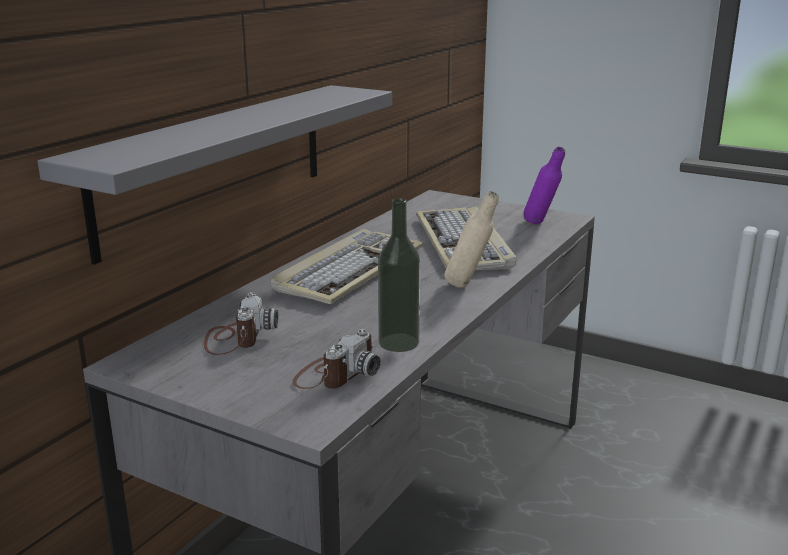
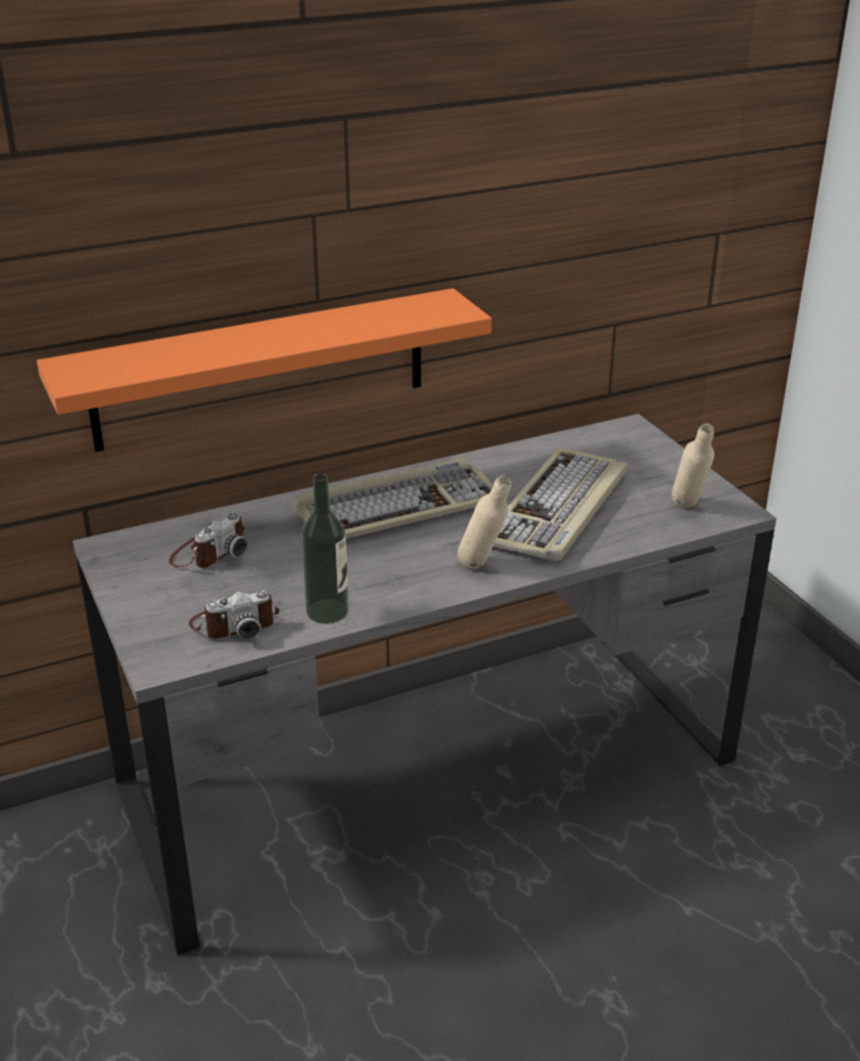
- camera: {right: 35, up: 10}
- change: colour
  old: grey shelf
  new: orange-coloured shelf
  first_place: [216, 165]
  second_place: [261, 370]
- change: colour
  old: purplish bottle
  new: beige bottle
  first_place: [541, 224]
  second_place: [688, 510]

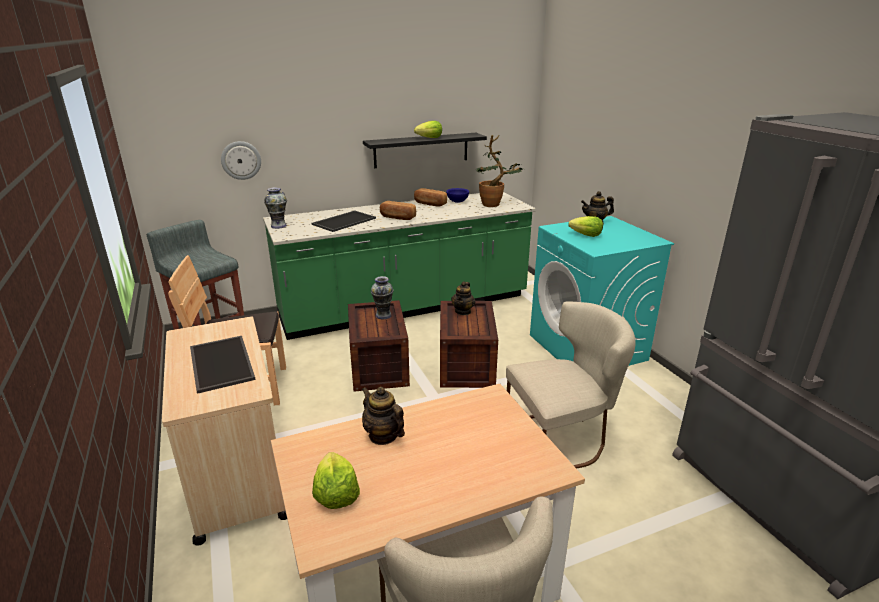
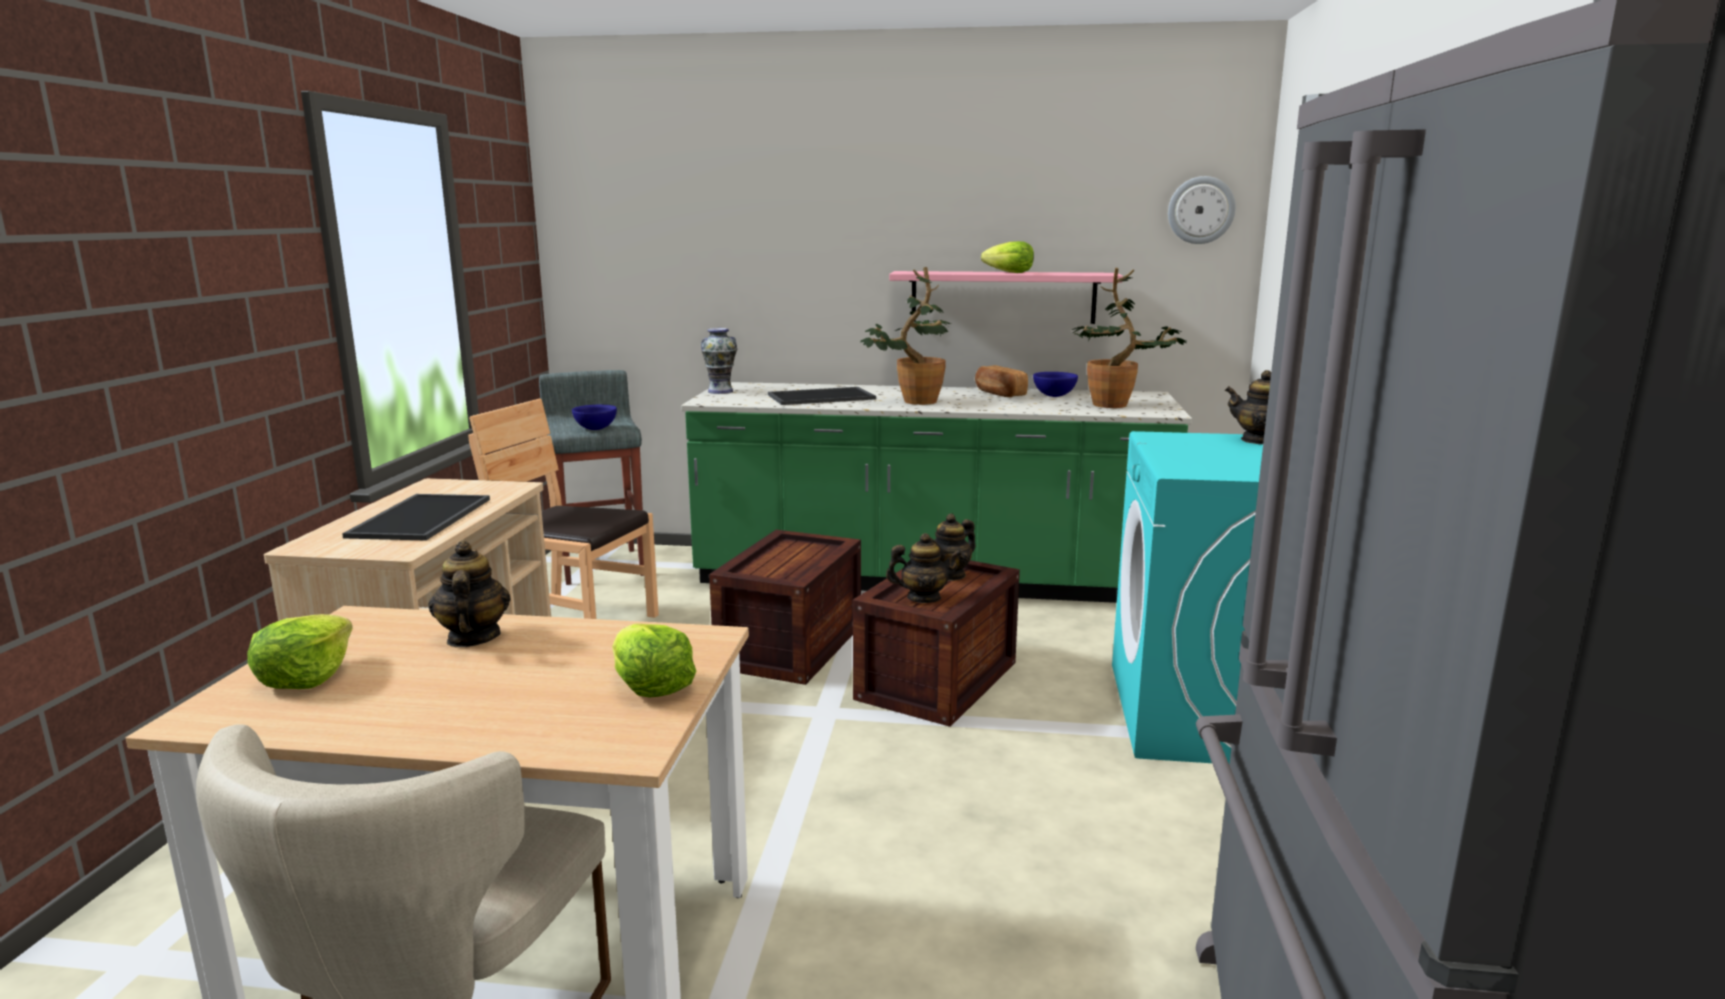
- camera: {right: 30, up: -10}
- change: appeared
  new: blue deep dish
  second_place: [595, 429]
- change: relocated
  old: lettuce
  first_place: [586, 235]
  second_place: [651, 686]
- change: exchanged
  old: bread
  new: plant in a pot
  first_place: [397, 217]
  second_place: [912, 402]
- change: appeared
  new: pot for tea
  second_place: [923, 598]
- change: colour
  old: blackish shelf
  new: pink-coloured shelf
  first_place: [421, 150]
  second_place: [1003, 297]
- change: relocated
  old: hanging clock
  first_place: [241, 160]
  second_place: [1201, 210]
- change: missing
  old: decorative vase
  first_place: [383, 315]
- change: missing
  old: beige chair
  first_place: [562, 439]

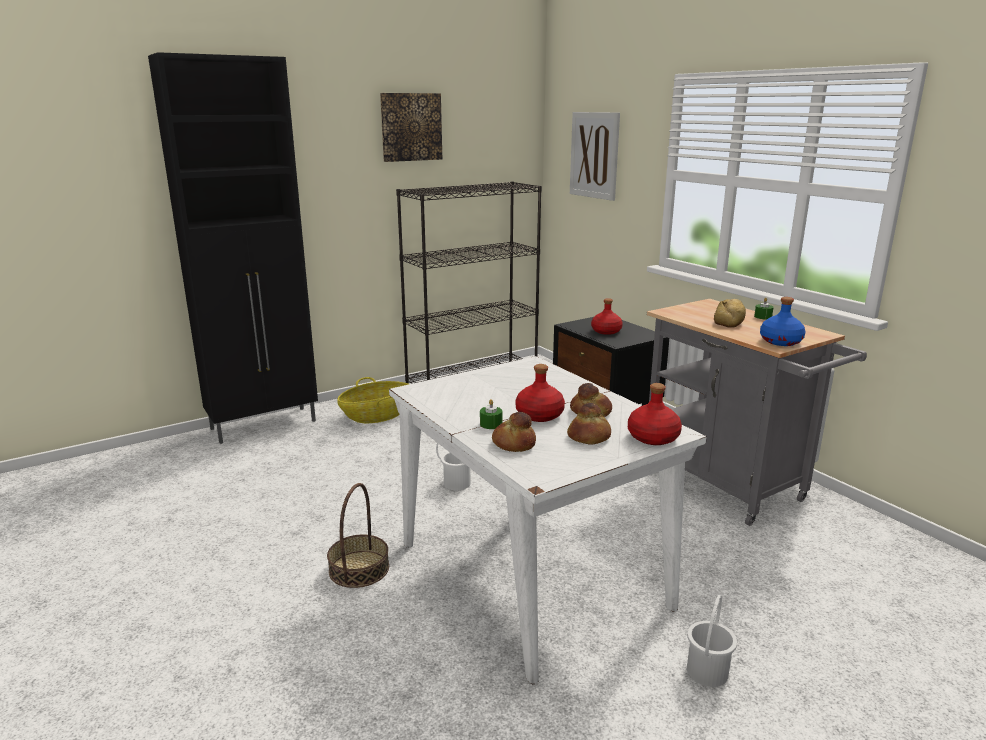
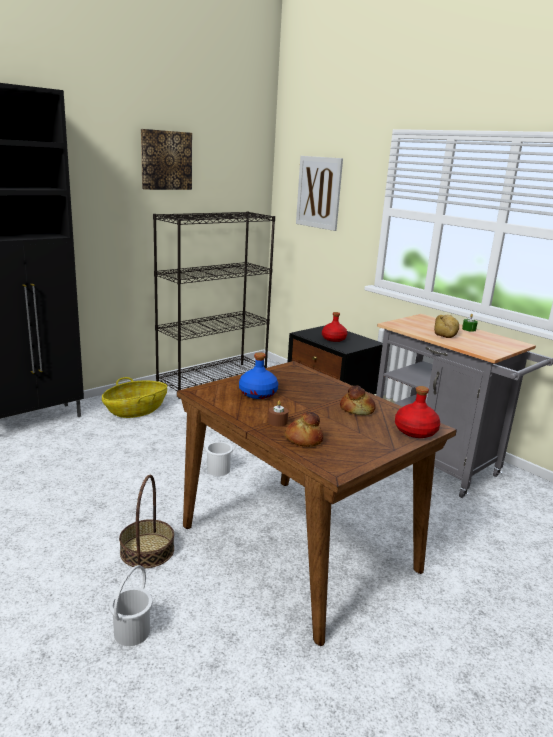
- camera: {right: -10, up: 0}
- change: relocated
  old: white-coloured bucket
  first_place: [708, 671]
  second_place: [132, 632]
- change: colour
  old: white-coloured kitchen table
  new: brownish kitchen table
  first_place: [532, 575]
  second_place: [299, 548]
- change: relocated
  old: blue bottle
  first_place: [781, 341]
  second_place: [258, 394]
- change: colour
  old: green wax candle
  new: brownish wax candle
  first_place: [491, 424]
  second_place: [277, 422]
- change: missing
  old: red-coloured bottle
  first_place: [540, 415]
- change: missing
  old: bread
  first_place: [589, 437]

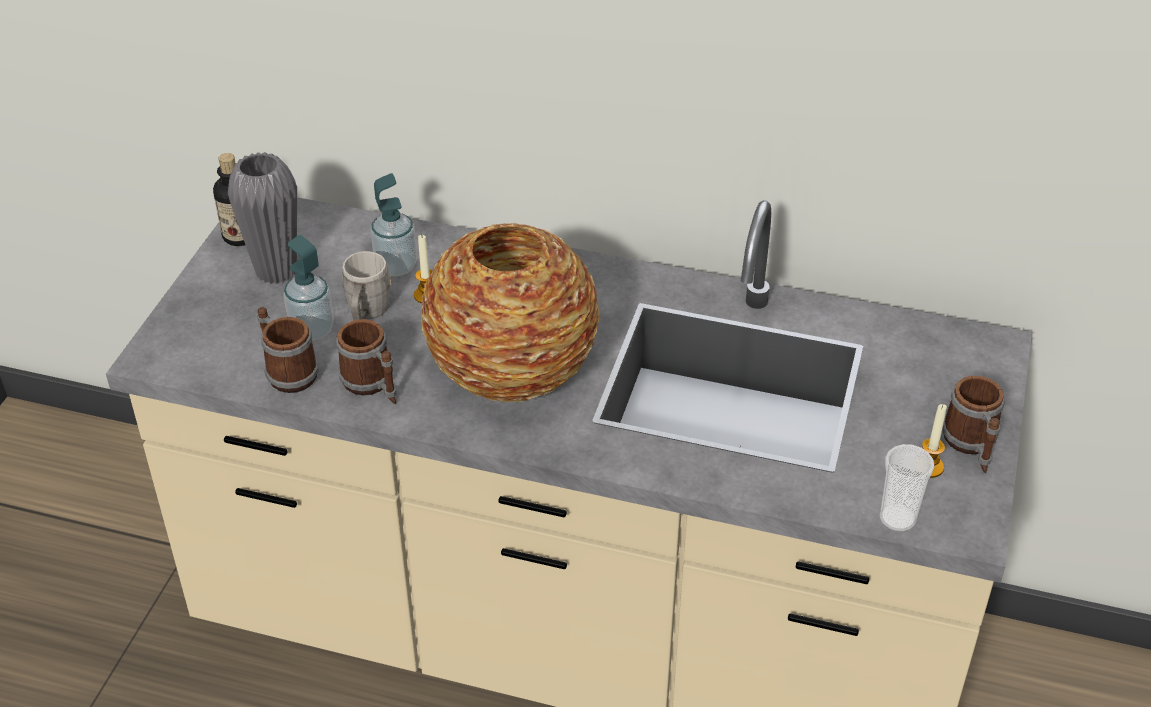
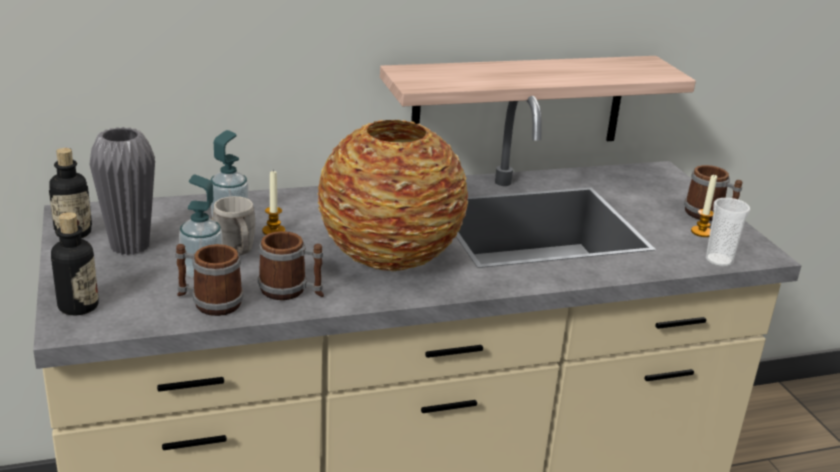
- camera: {right: -35, up: -15}
- change: appeared
  new: bottle
  second_place: [78, 306]
- change: appeared
  new: shelf
  second_place: [519, 103]

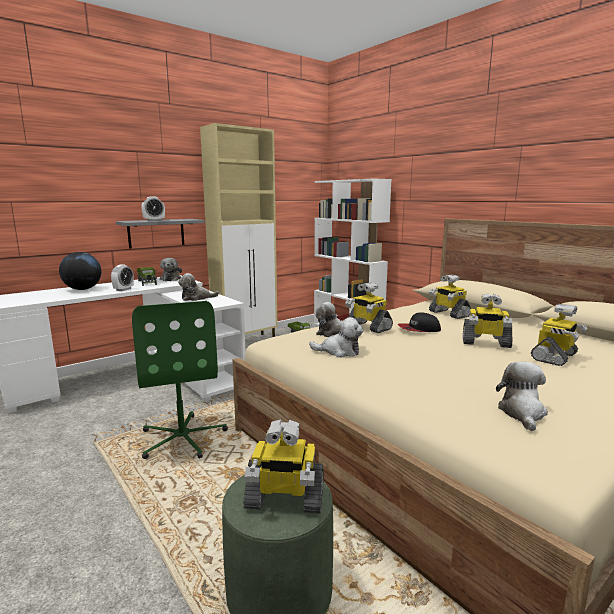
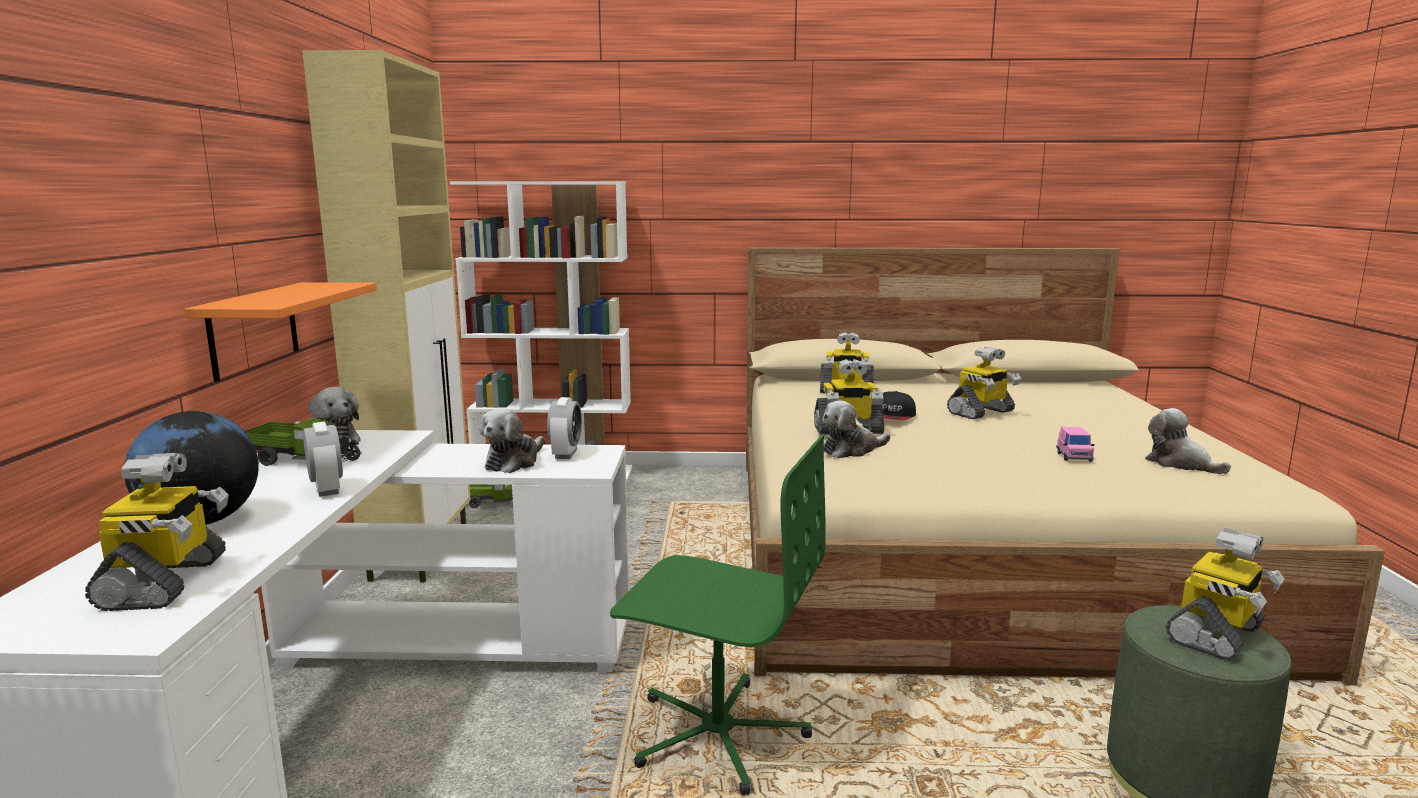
- camera: {right: -50, up: 0}
- change: relocated
  old: robot figure
  first_place: [555, 357]
  second_place: [165, 582]
- change: colour
  old: grey shelf
  new: orange-coloured shelf
  first_place: [156, 233]
  second_place: [254, 329]
- change: relocated
  old: alarm clock
  first_place: [154, 220]
  second_place: [566, 454]
- change: appeared
  new: pink-coloured model car
  second_place: [1074, 457]
- change: missing
  old: soft toy
  first_place: [339, 351]

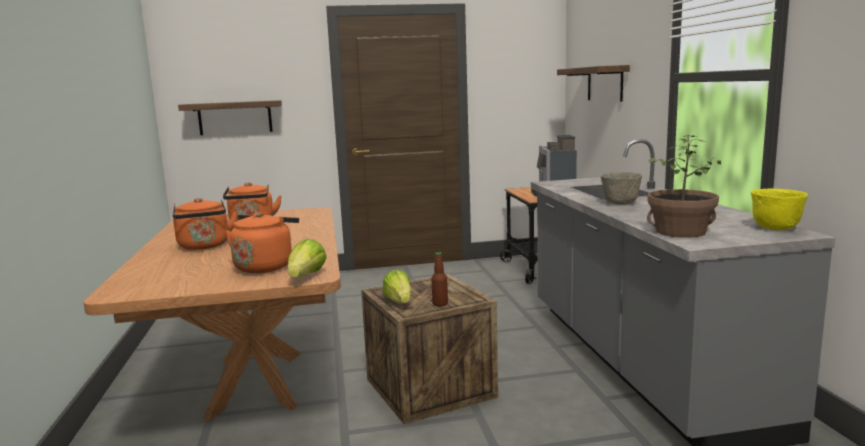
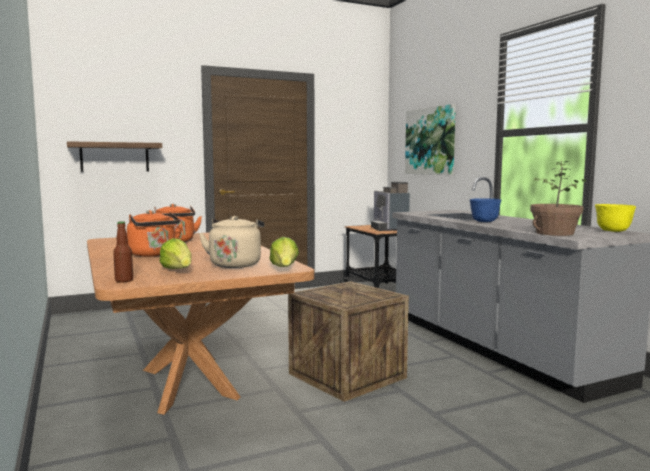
- camera: {right: -15, up: -5}
- change: relocated
  old: bottle
  first_place: [440, 304]
  second_place: [124, 280]
- change: relocated
  old: lettuce
  first_place: [399, 302]
  second_place: [178, 270]
- change: colour
  old: orange-coloured tea kettle
  new: beige tea kettle
  first_place: [265, 266]
  second_place: [235, 264]
- change: exchanged
  old: shelf
  new: wall picture
  first_place: [605, 83]
  second_place: [430, 141]
- change: colour
  old: grey deep dish
  new: blue deep dish
  first_place: [620, 203]
  second_place: [484, 221]

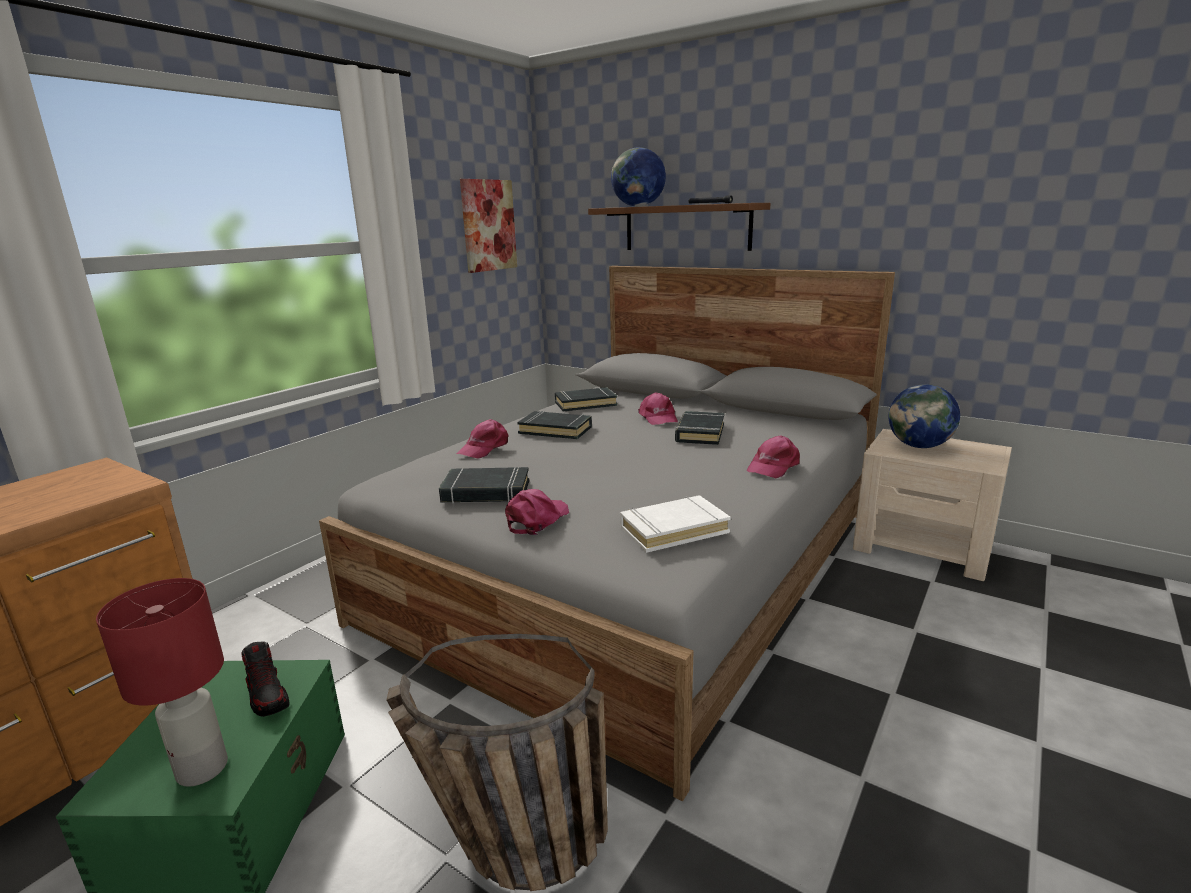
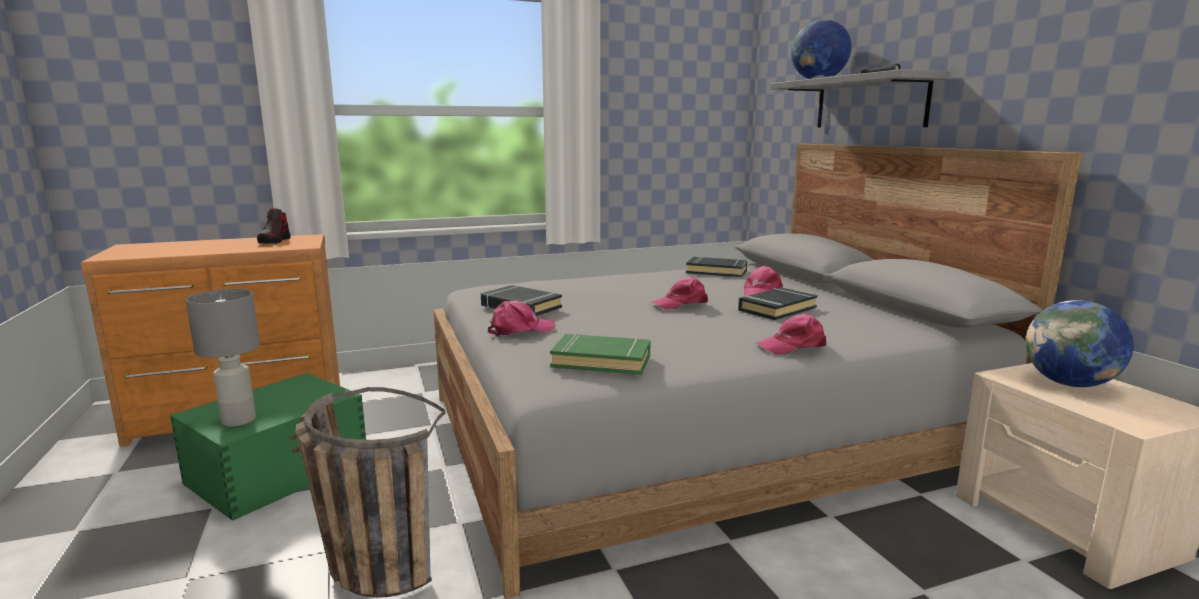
- camera: {right: 35, up: -5}
- change: colour
  old: red-coloured table lamp
  new: grey table lamp
  first_place: [202, 770]
  second_place: [238, 421]
- change: relocated
  old: shoe
  first_place: [268, 695]
  second_place: [275, 241]
- change: colour
  old: white-coloured bound book
  new: green bound book
  first_place: [673, 530]
  second_place: [601, 361]
- change: relocated
  old: pink-coloured cap
  first_place: [484, 448]
  second_place: [681, 303]
- change: colour
  old: brownish shelf
  new: grey shelf
  first_place: [686, 228]
  second_place: [869, 103]
- change: missing
  old: wall picture
  first_place: [488, 225]
- change: missing
  old: blackish bound book
  first_place: [555, 430]

